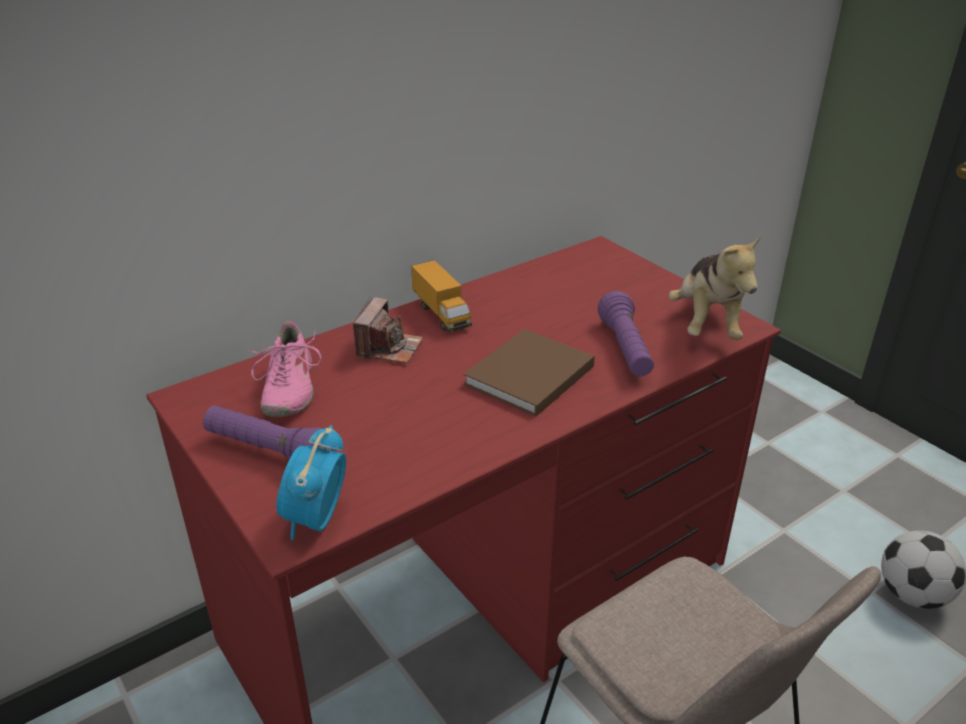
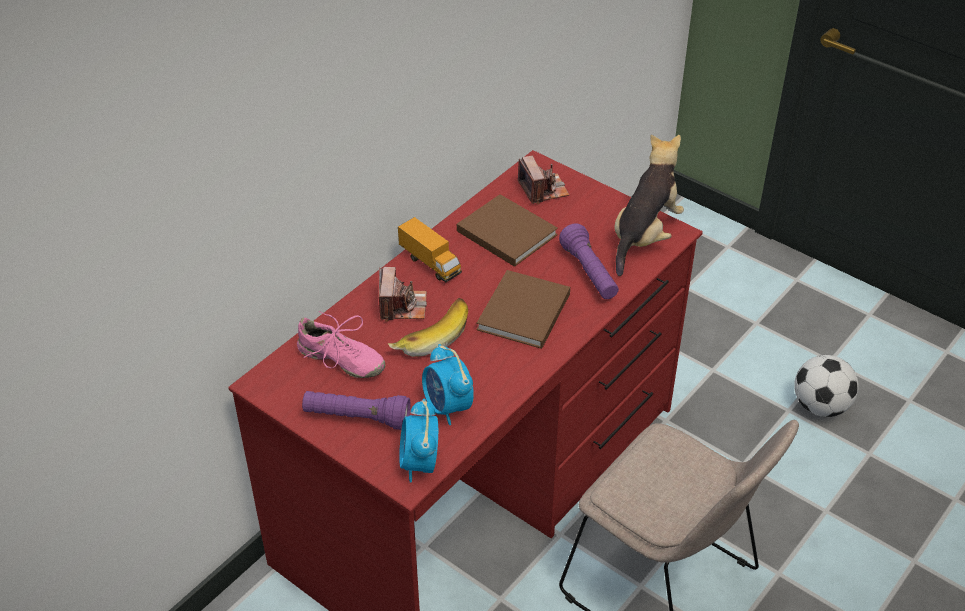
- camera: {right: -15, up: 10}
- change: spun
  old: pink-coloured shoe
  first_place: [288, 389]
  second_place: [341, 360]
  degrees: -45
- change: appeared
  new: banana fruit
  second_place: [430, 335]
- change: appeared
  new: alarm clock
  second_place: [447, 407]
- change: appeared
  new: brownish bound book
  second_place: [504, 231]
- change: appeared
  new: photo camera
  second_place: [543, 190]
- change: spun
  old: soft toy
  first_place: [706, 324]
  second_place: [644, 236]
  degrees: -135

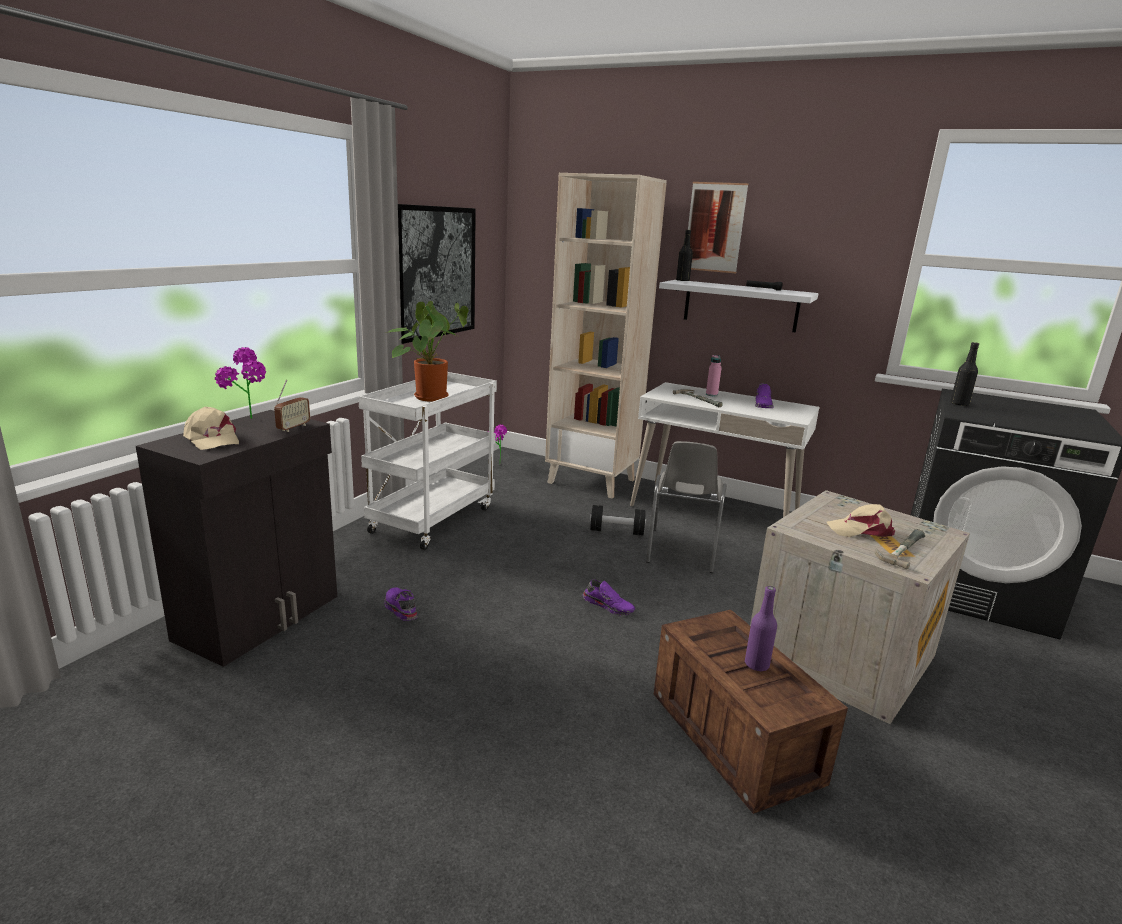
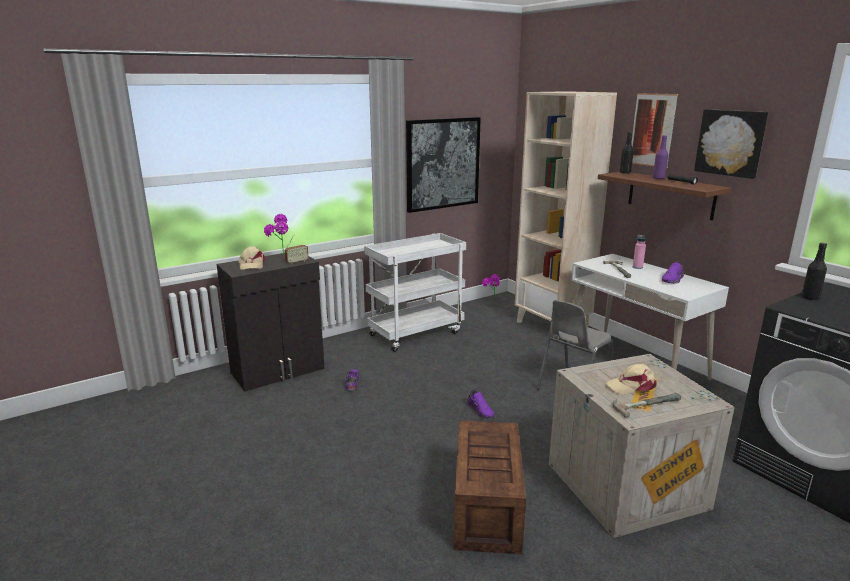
- camera: {right: 30, up: 0}
- change: colour
  old: white-coloured shelf
  new: brownish shelf
  first_place: [740, 305]
  second_place: [670, 195]
- change: spun
  old: beige cap
  first_place: [861, 530]
  second_place: [632, 386]
  degrees: -45
- change: relocated
  old: purplish bottle
  first_place: [756, 665]
  second_place: [658, 178]
- change: appeared
  new: wall picture
  second_place: [730, 143]
- change: missing
  old: plant in a pot
  first_place: [430, 396]
- change: missing
  old: blackish dumbbell
  first_place: [617, 531]

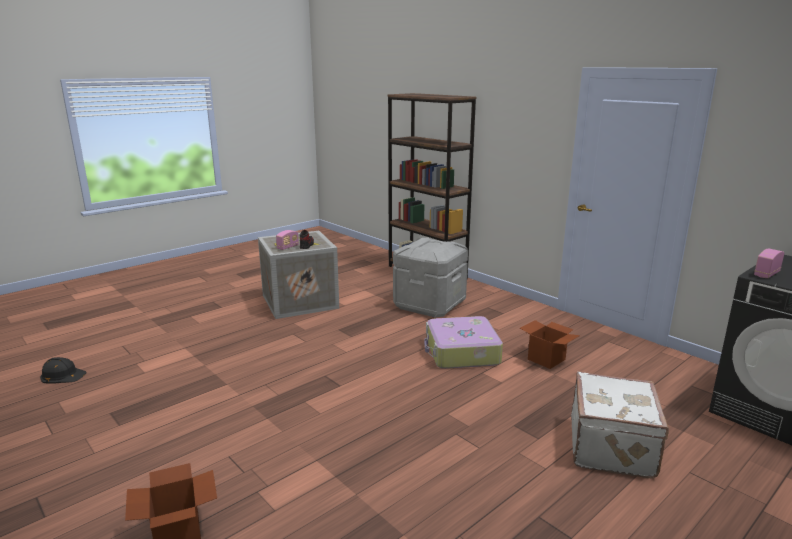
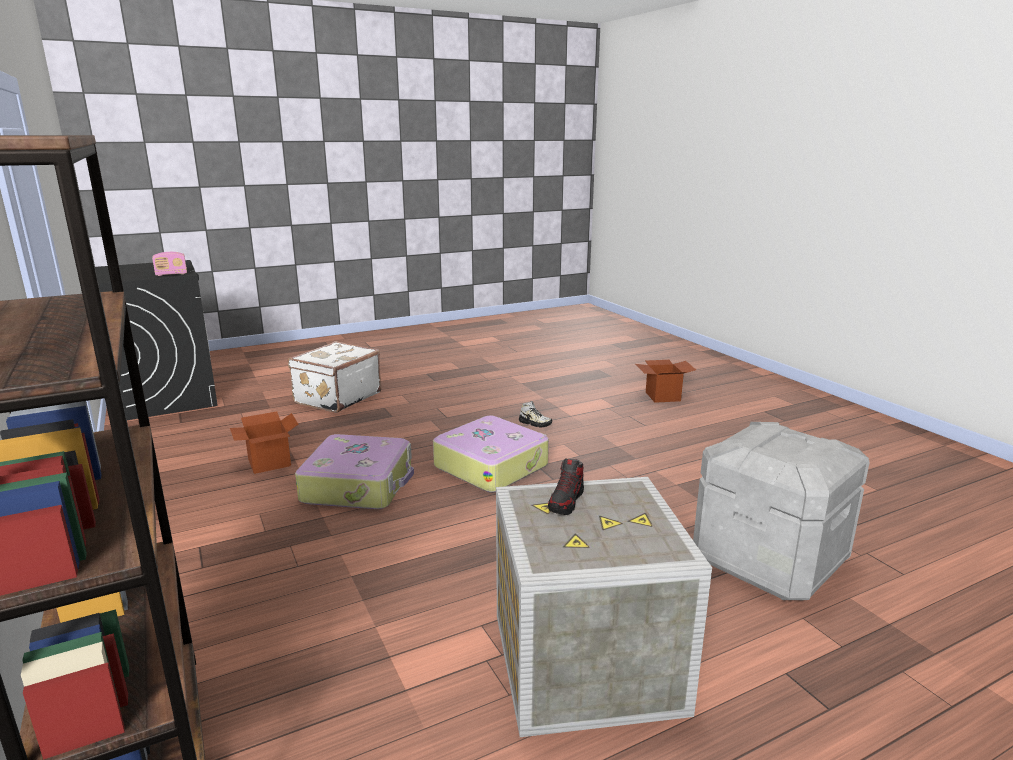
- camera: {right: -165, up: 0}
- change: appeared
  new: travel case
  second_place: [491, 465]
- change: appeared
  new: shoe
  second_place: [535, 423]
- change: relocated
  old: grey storage bin
  first_place: [429, 304]
  second_place: [769, 560]
- change: missing
  old: blackish work helmet
  first_place: [62, 375]
- change: missing
  old: radio set
  first_place: [288, 247]

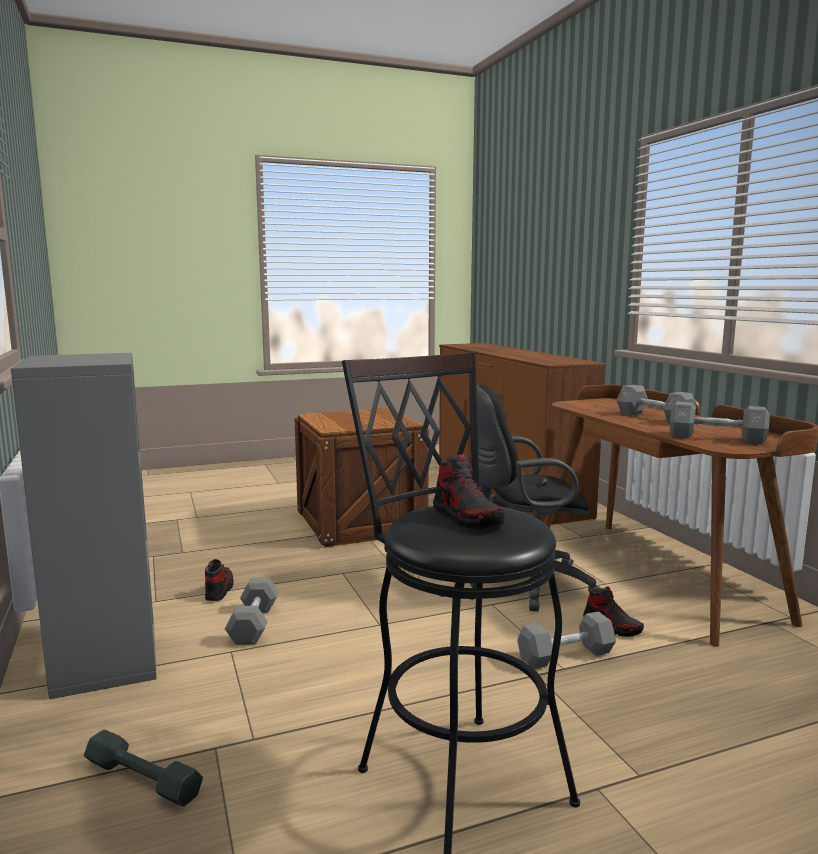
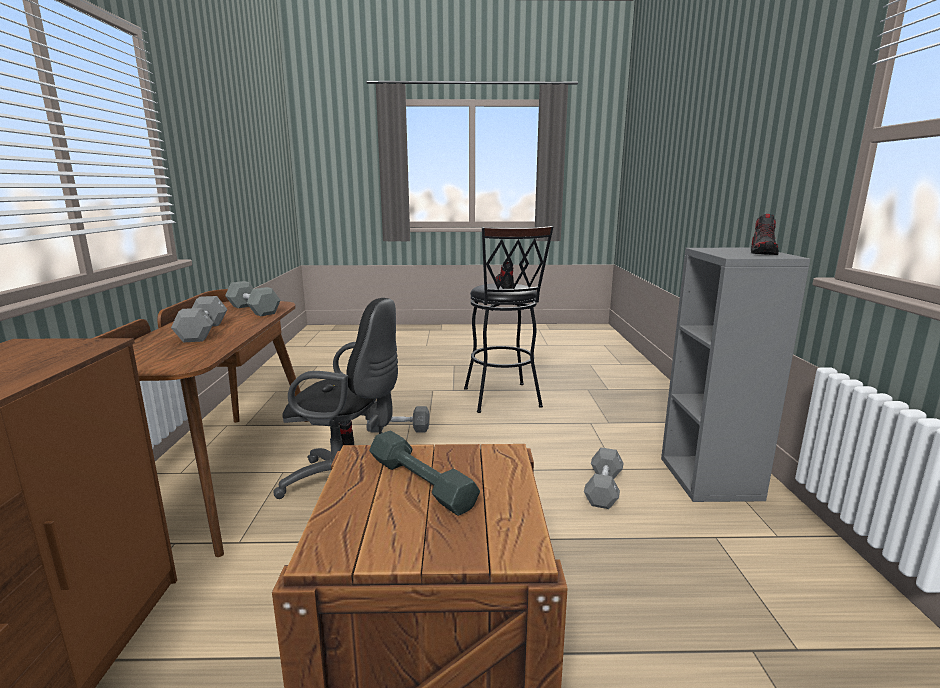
- camera: {right: -160, up: 5}
- change: relocated
  old: grey dumbbell
  first_place: [142, 779]
  second_place: [421, 482]
- change: relocated
  old: shoe
  first_place: [219, 590]
  second_place: [763, 253]

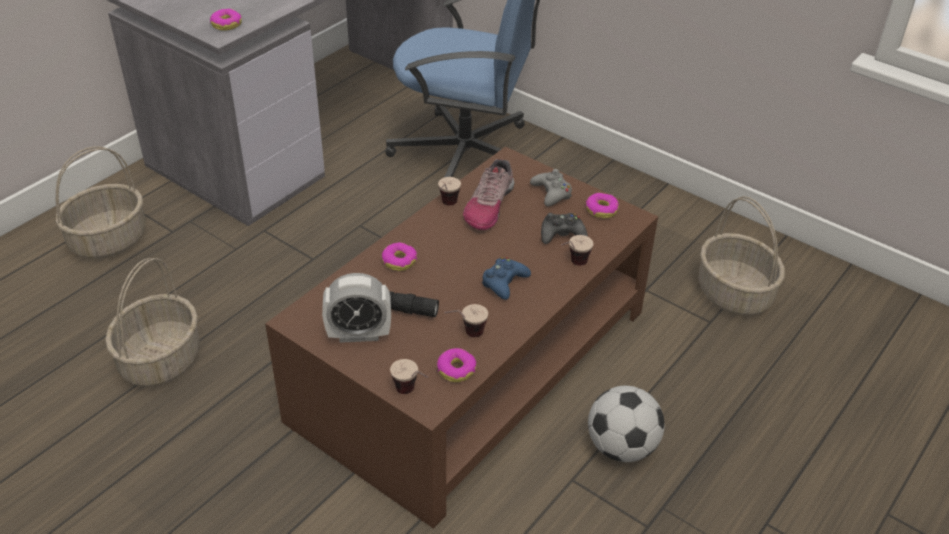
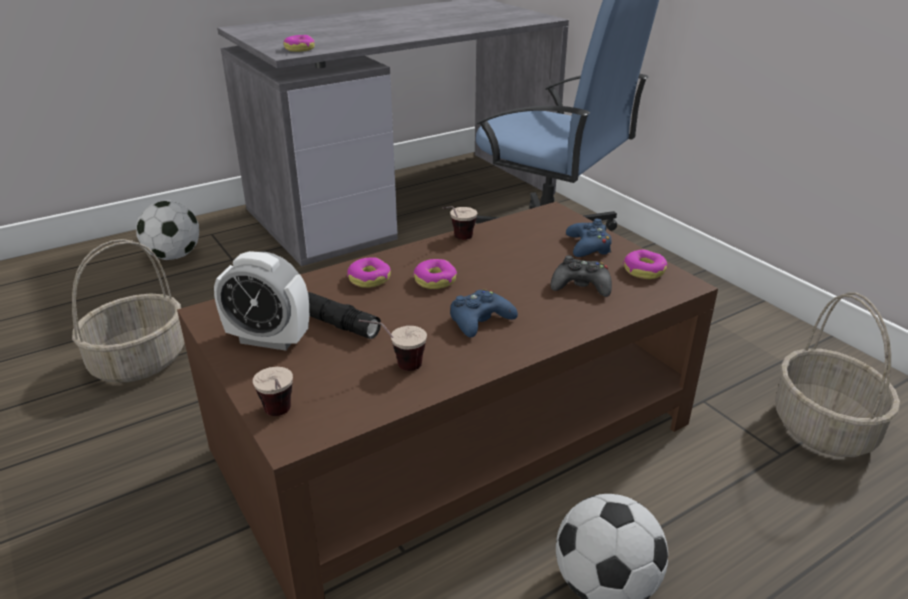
- camera: {right: 20, up: -10}
- change: exchanged
  old: household basket
  new: football ball
  first_place: [109, 239]
  second_place: [174, 256]
- change: relocated
  old: ring doughnut
  first_place: [456, 369]
  second_place: [435, 280]
- change: colour
  old: grey game controller
  new: blue game controller
  first_place: [551, 193]
  second_place: [588, 247]
- change: missing
  old: shoe
  first_place: [488, 205]
- change: missing
  old: small cup
  first_place: [572, 265]

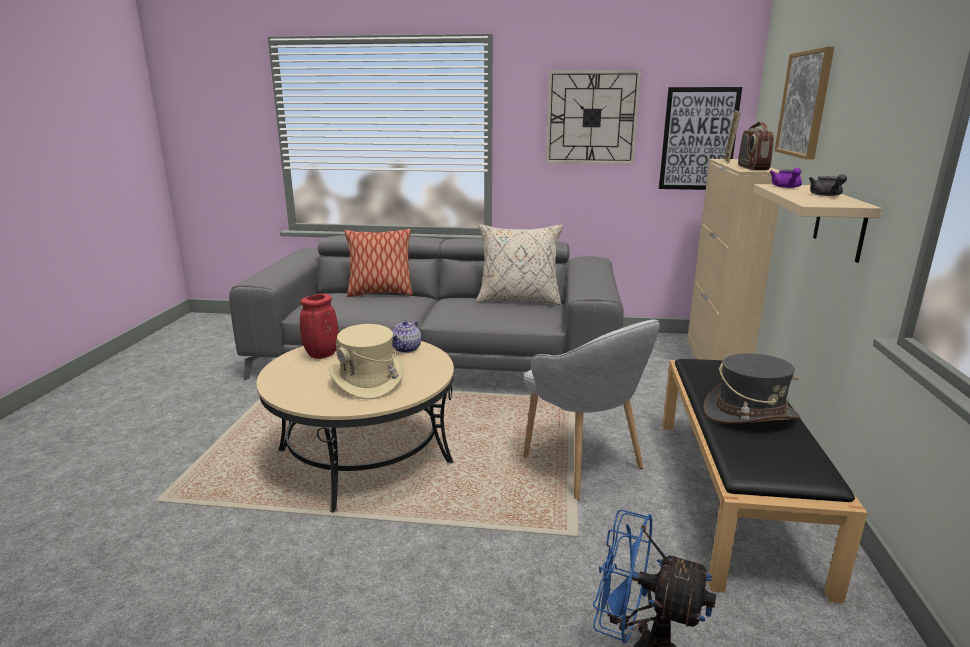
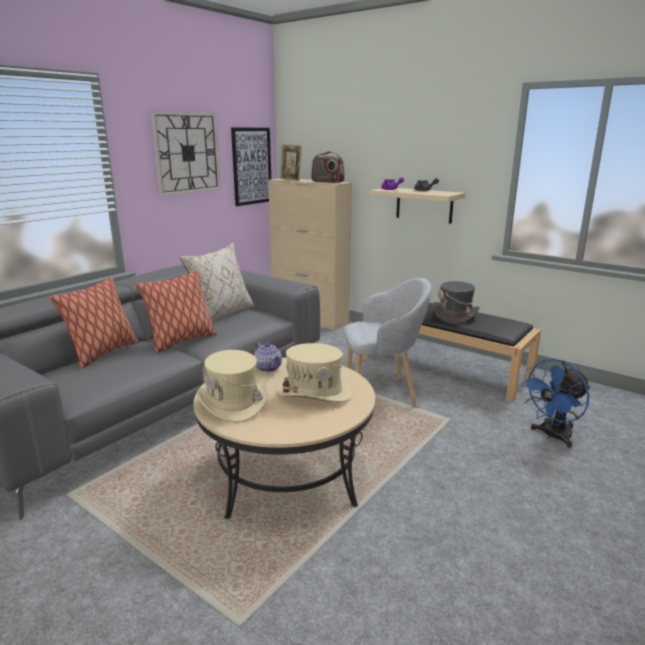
- camera: {right: -60, up: 0}
- change: appeared
  new: throw pillow
  second_place: [181, 341]
- change: exchanged
  old: red-coloured decorative vase
  new: beige hat
  first_place: [322, 355]
  second_place: [233, 403]
- change: missing
  old: wall picture
  first_place: [805, 104]

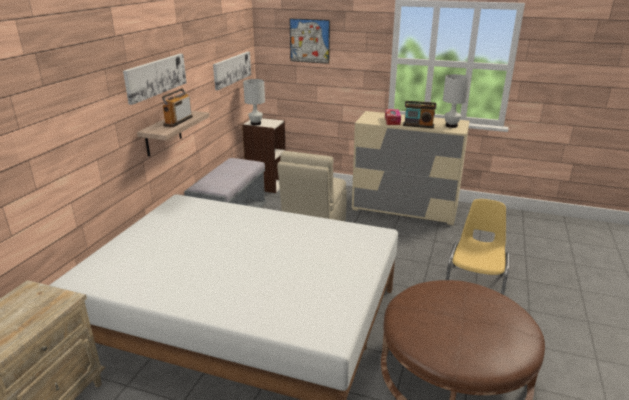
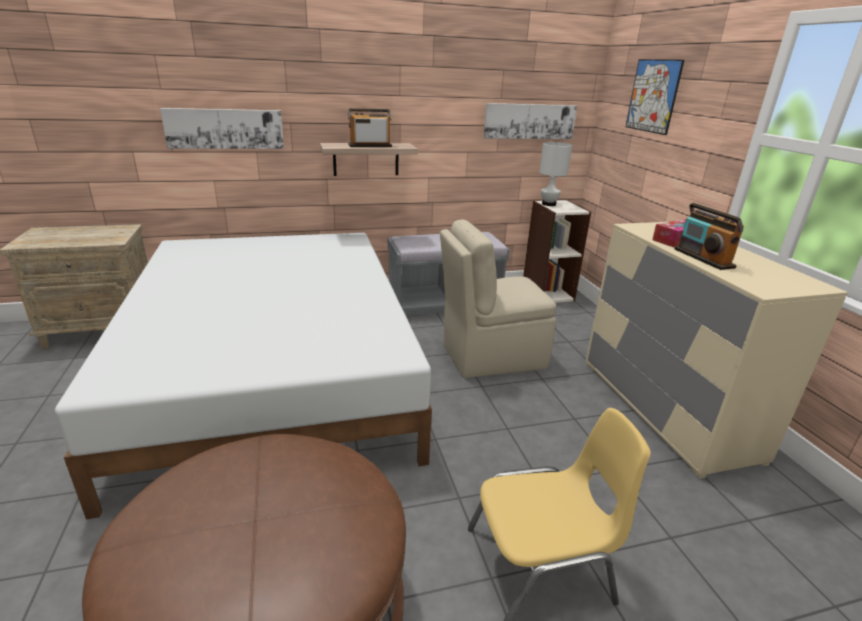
- camera: {right: 55, up: 0}
- change: relocated
  old: wall picture
  first_place: [155, 77]
  second_place: [225, 128]
- change: missing
  old: white-coloured table lamp
  first_place: [451, 126]

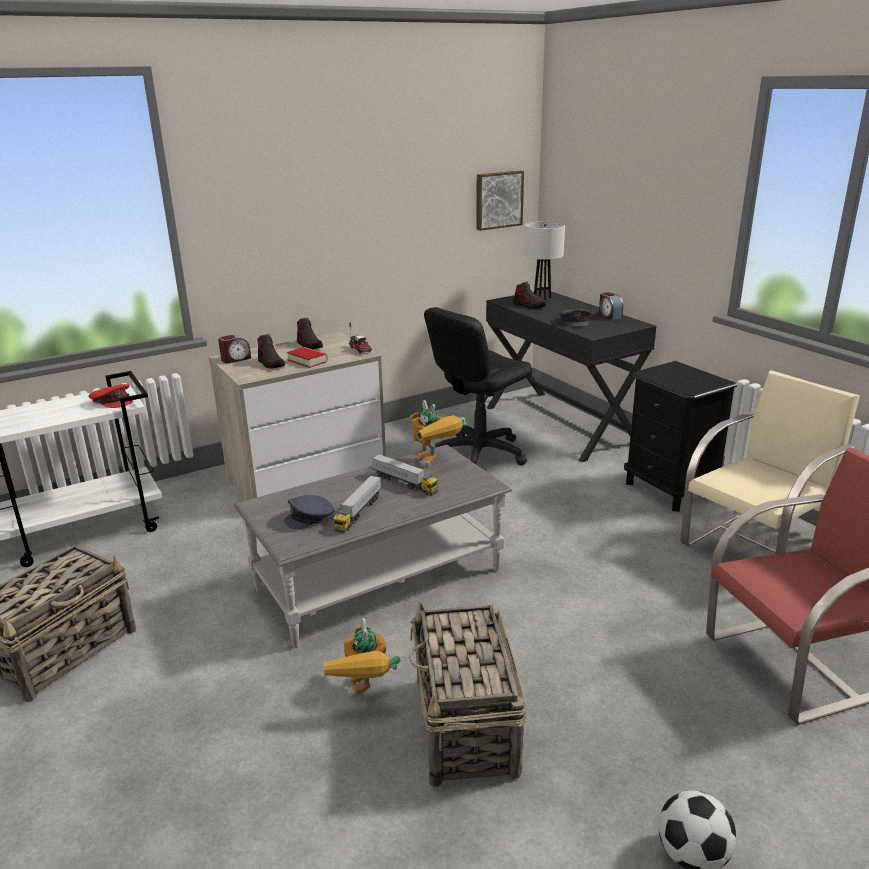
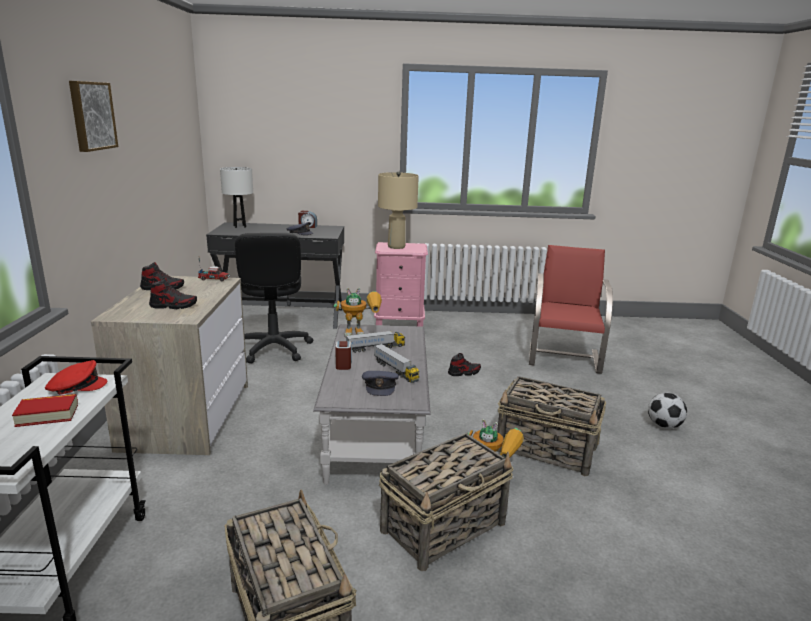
- camera: {right: -60, up: -5}
- change: relocated
  old: bound book
  first_place: [307, 361]
  second_place: [47, 415]
- change: relocated
  old: wall picture
  first_place: [498, 200]
  second_place: [91, 116]
- change: relocated
  old: alarm clock
  first_place: [235, 359]
  second_place: [343, 363]
- change: colour
  old: blackish bedside table
  new: pink-coloured bedside table
  first_place: [668, 490]
  second_place: [399, 323]
- change: appeared
  new: beige table lamp
  second_place: [396, 247]
- change: appeared
  new: household basket
  second_place: [444, 526]
- change: relocated
  old: shoe
  first_place: [529, 306]
  second_place: [464, 373]
- change: missing
  old: beige chair
  first_place: [755, 550]

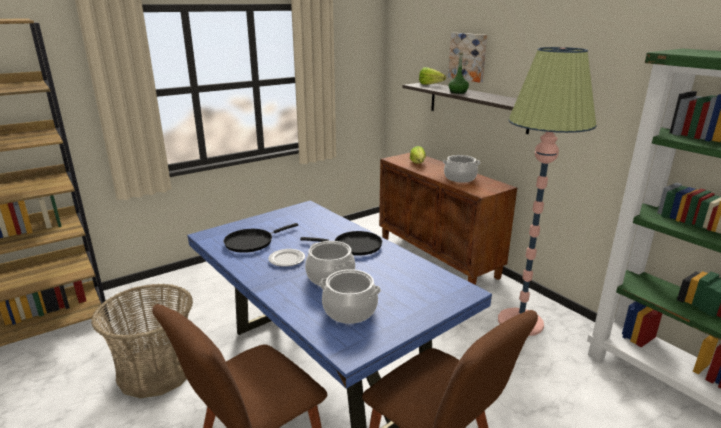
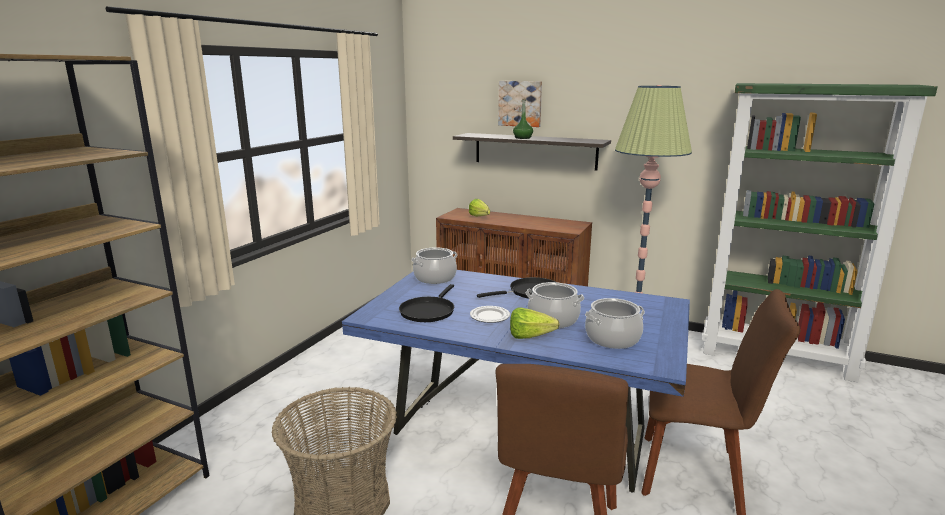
- camera: {right: -30, up: -5}
- change: relocated
  old: cooking pot
  first_place: [460, 178]
  second_place: [435, 278]
- change: relocated
  old: lettuce
  first_place: [432, 85]
  second_place: [534, 337]

